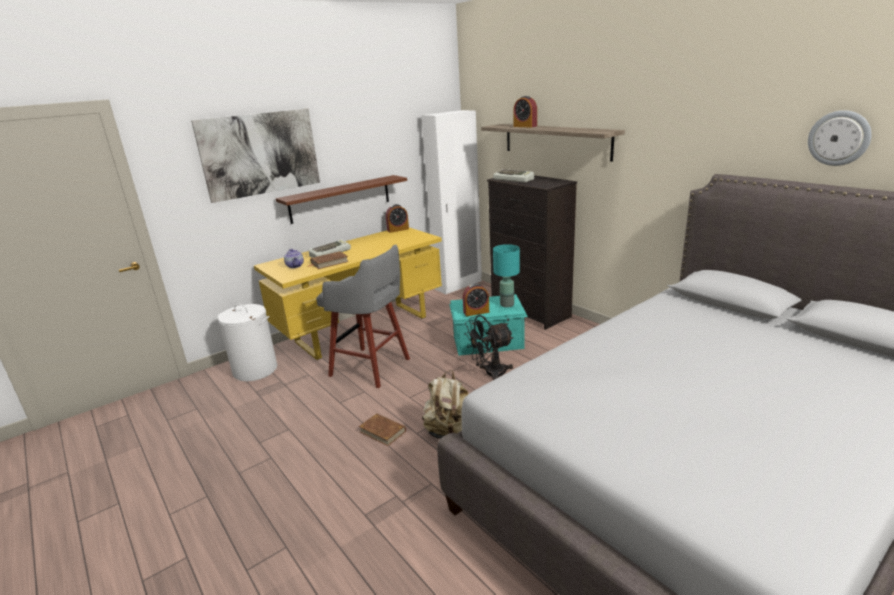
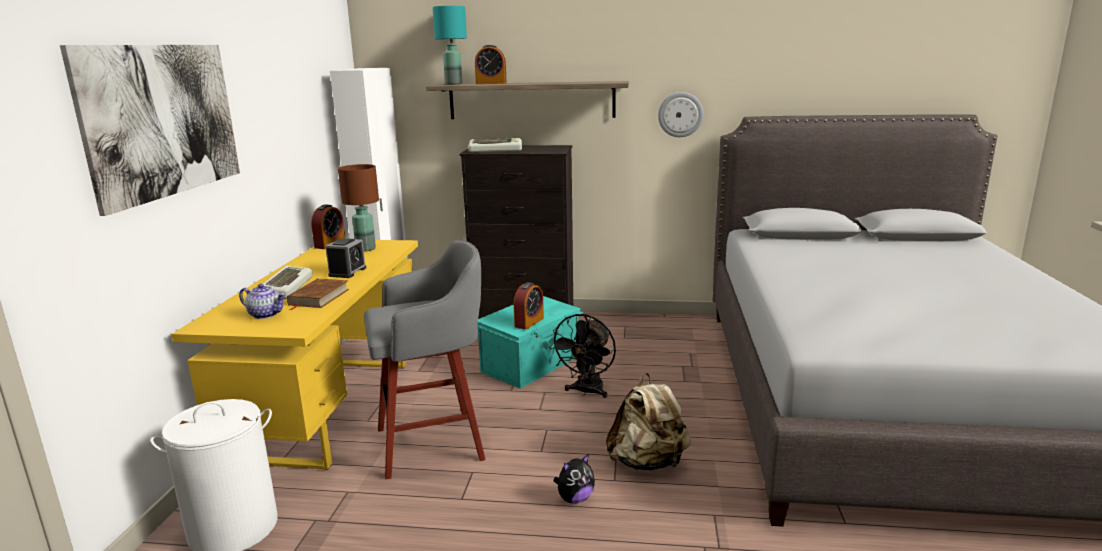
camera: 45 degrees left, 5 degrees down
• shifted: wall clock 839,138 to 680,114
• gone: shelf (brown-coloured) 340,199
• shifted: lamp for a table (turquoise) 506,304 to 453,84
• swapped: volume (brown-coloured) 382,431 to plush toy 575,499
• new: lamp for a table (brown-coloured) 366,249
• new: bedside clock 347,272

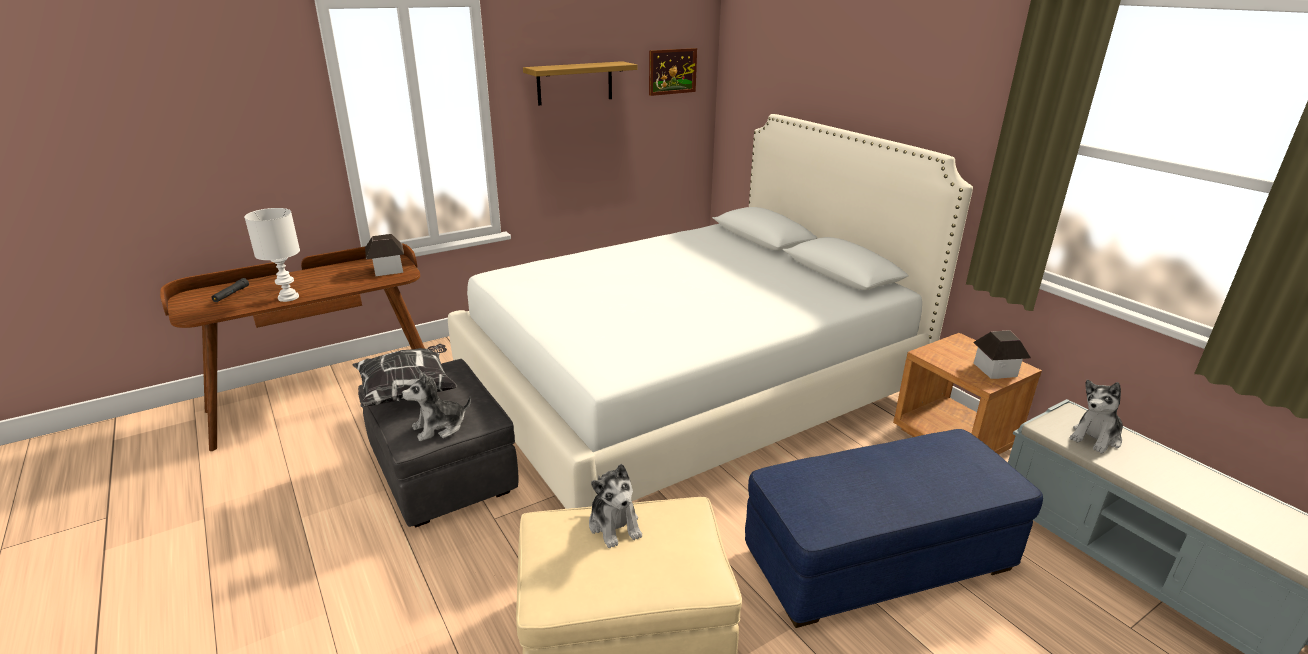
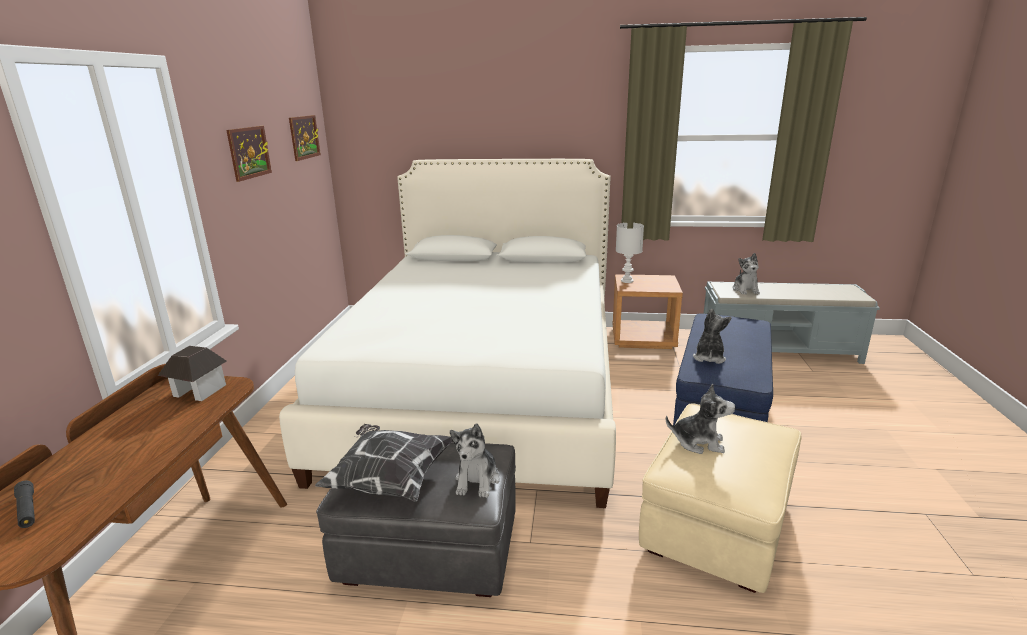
camera: 50 degrees left, 5 degrees down
• swapped: shelf 575,83 to wall art 249,152
• shifted: lamp for a table (white-coloured) 288,298 to 627,281
• gone: model house 996,370
• new: plush toy 708,357

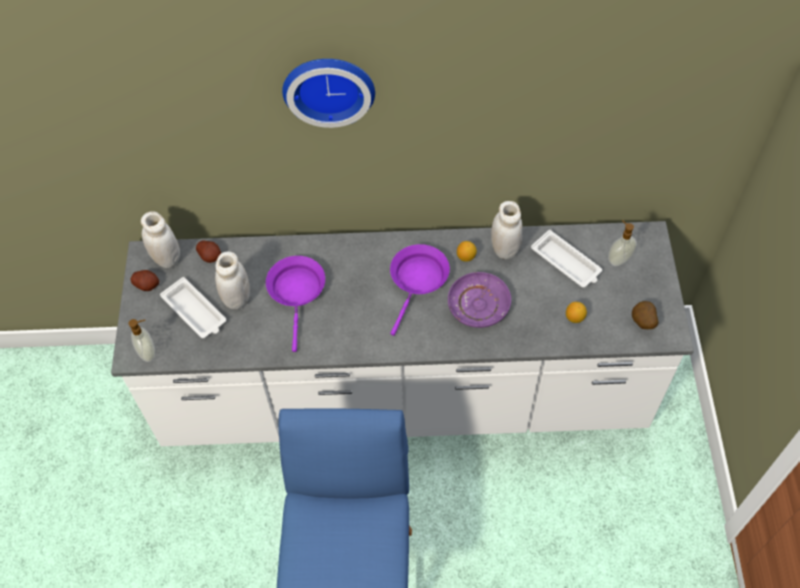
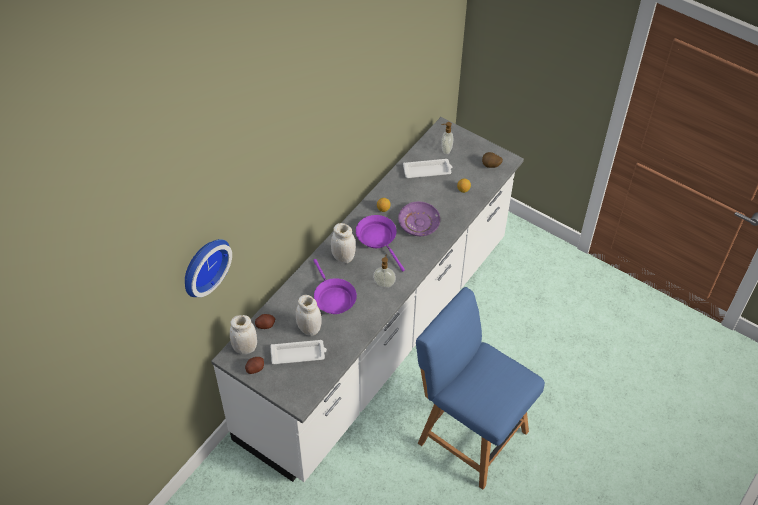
camera: 55 degrees left, 5 degrees down
• shifted: wall clock 328,86 to 203,265
• shifted: preserve jar (white-coloured) 504,249 to 343,257
• rotated: frying pan (purple-coloured) 297,292 = 333,297 150 degrees counterclockwise
• shifted: soap bottle 148,352 to 384,283

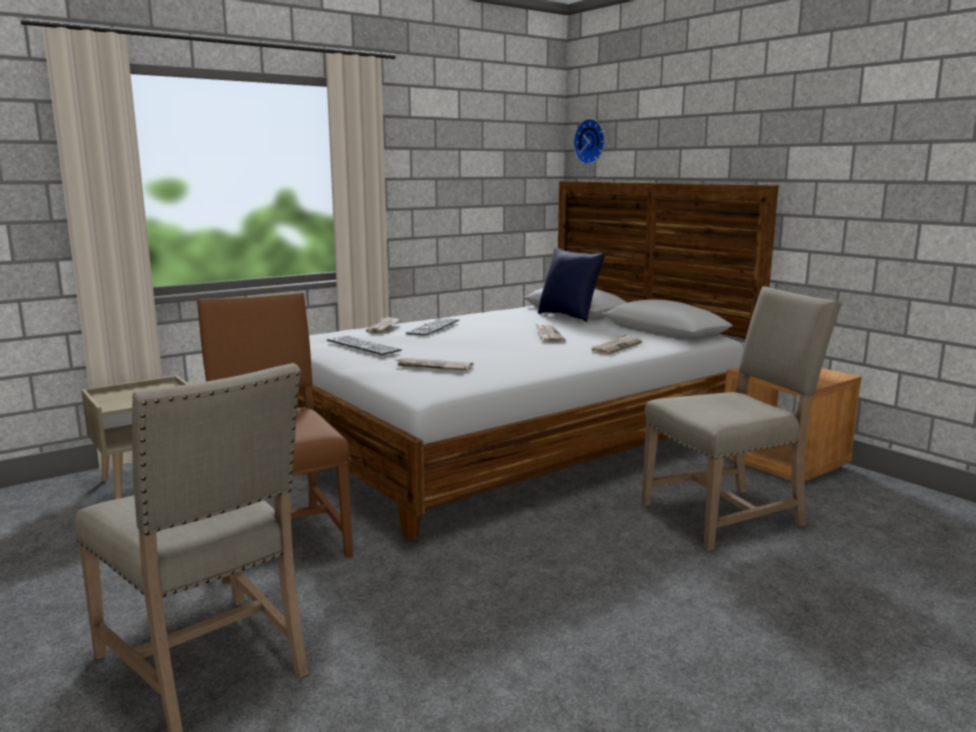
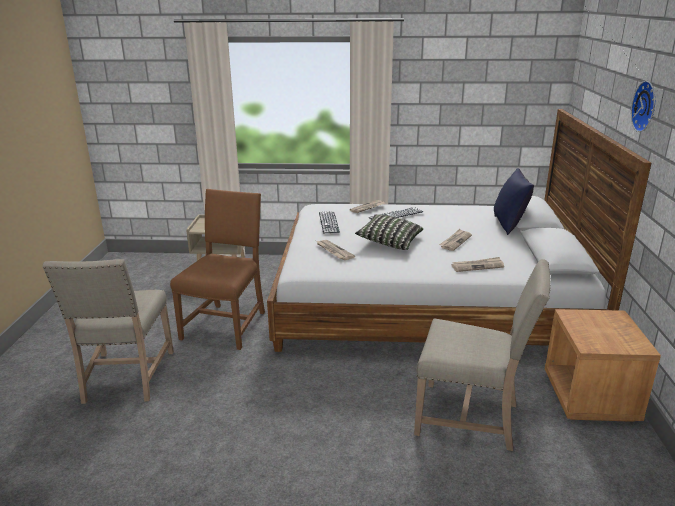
camera: 40 degrees right, 10 degrees up
• shifted: wall clock 591,142 to 646,106
• new: pillow 389,242

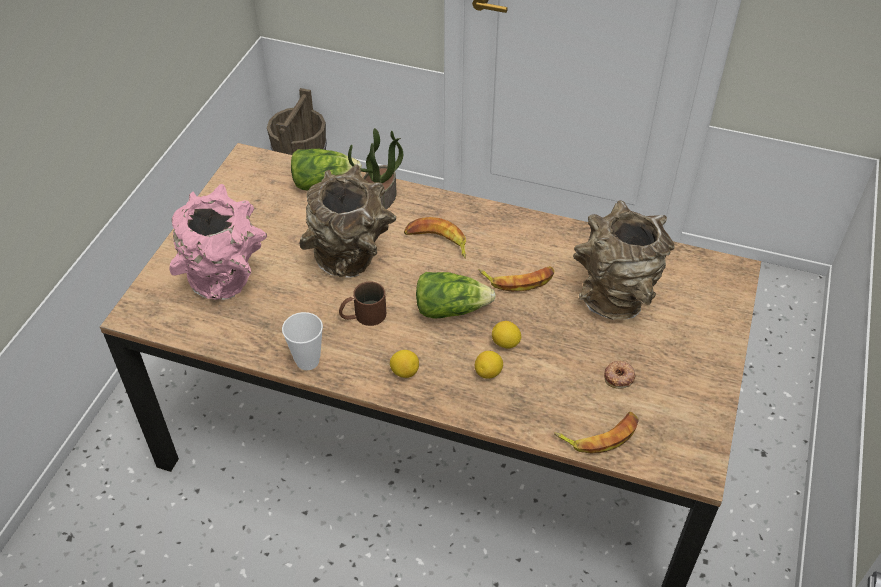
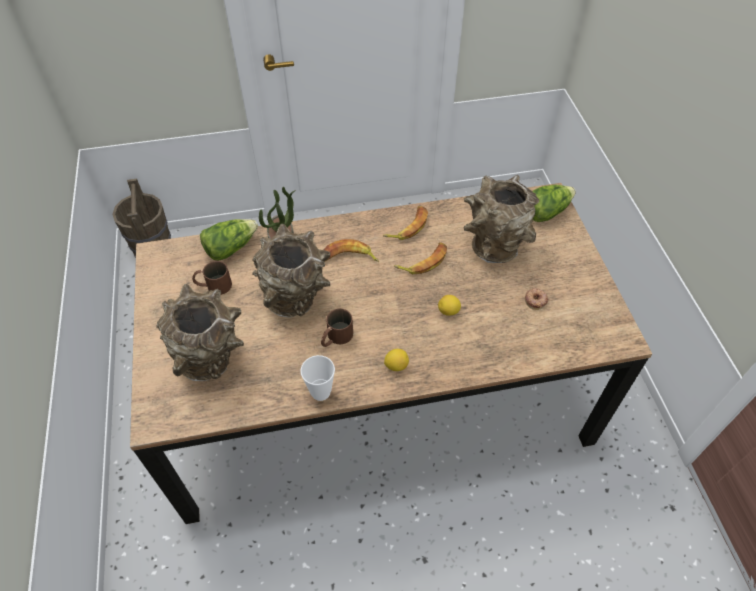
camera: 30 degrees left, 5 degrees up
• repainted: flower vase (pink-coloured) 227,281 to flower vase (brown-coloured) 211,359
• shifted: lettuce head 450,309 to 545,211
• gone: whole lemon 488,373
• shifted: whole banana 600,435 to 408,226
• new: mug (brown-coloured) 213,285

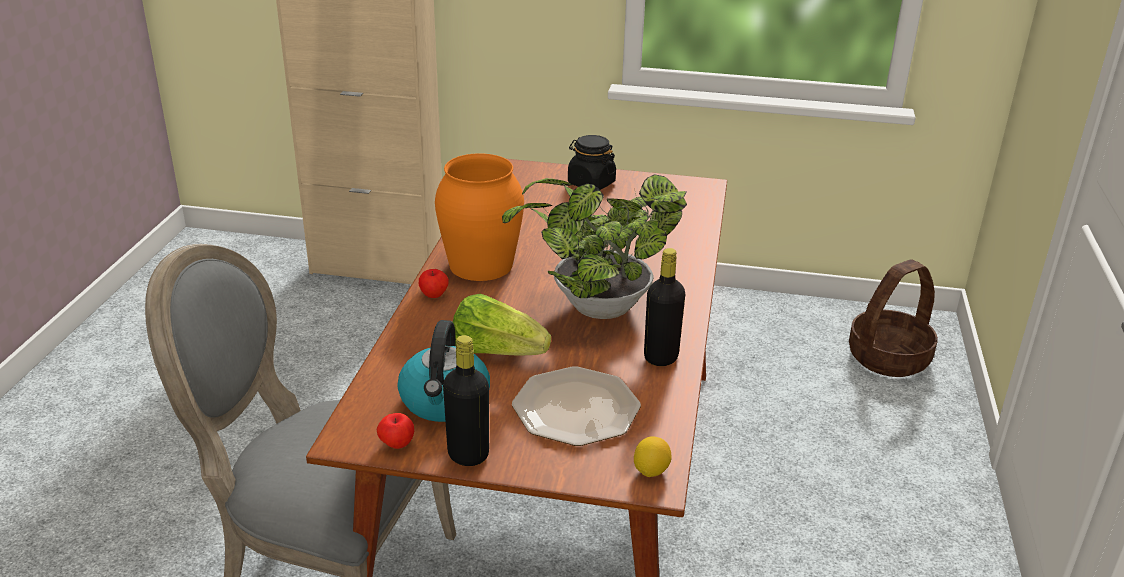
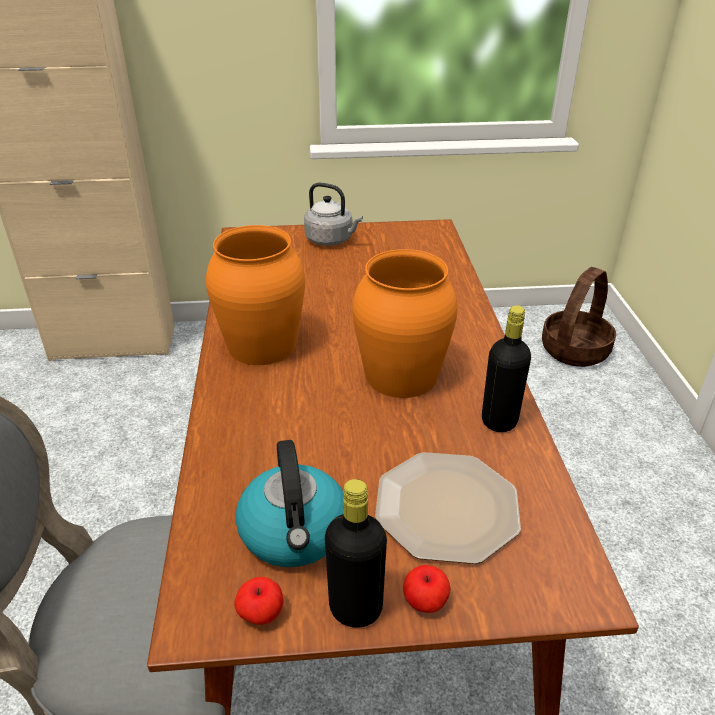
camera: 15 degrees left, 5 degrees up
• swapped: preserve jar (blackish) 591,183 to tea kettle (grey) 331,240
• swapped: plant in a pot 594,308 to flower vase (orange-coloured) 402,375
• shifted: whole apple 434,295 to 425,602
• gone: lettuce head 496,351
• gone: whole lemon 651,471

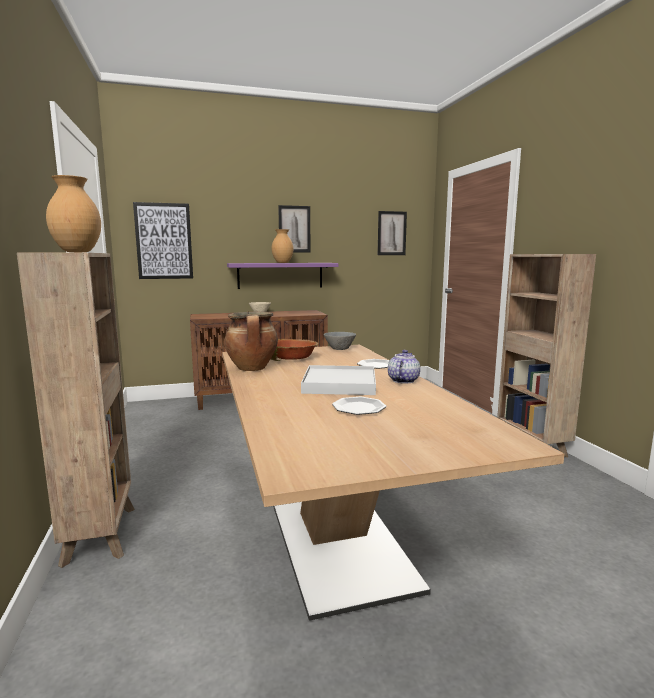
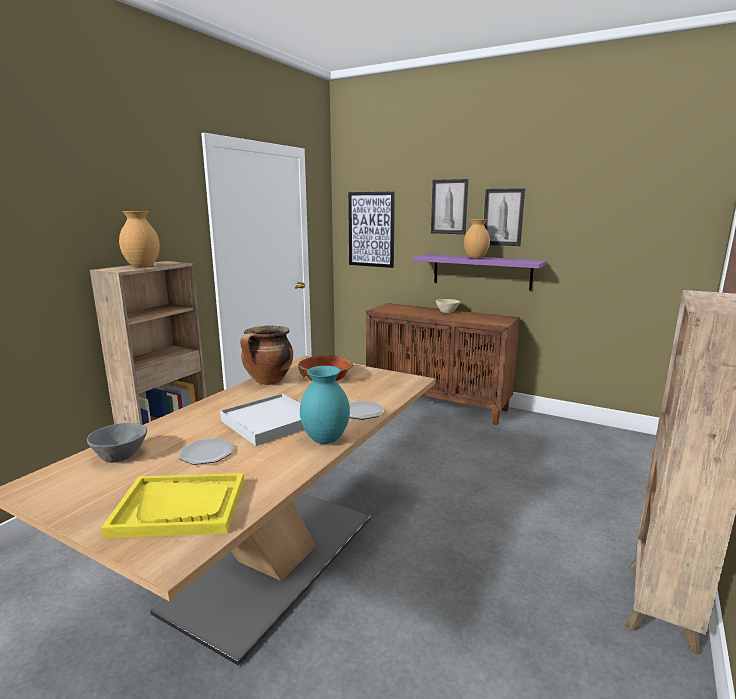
camera: 45 degrees right, 5 degrees up
• shifted: wall art 391,233 to 449,207
• shifted: deep dish (grey) 340,348 to 122,456
• swapped: pot for tea 402,380 to flower vase (turquoise) 324,439
• new: serving tray (yellow-coloured) 180,507

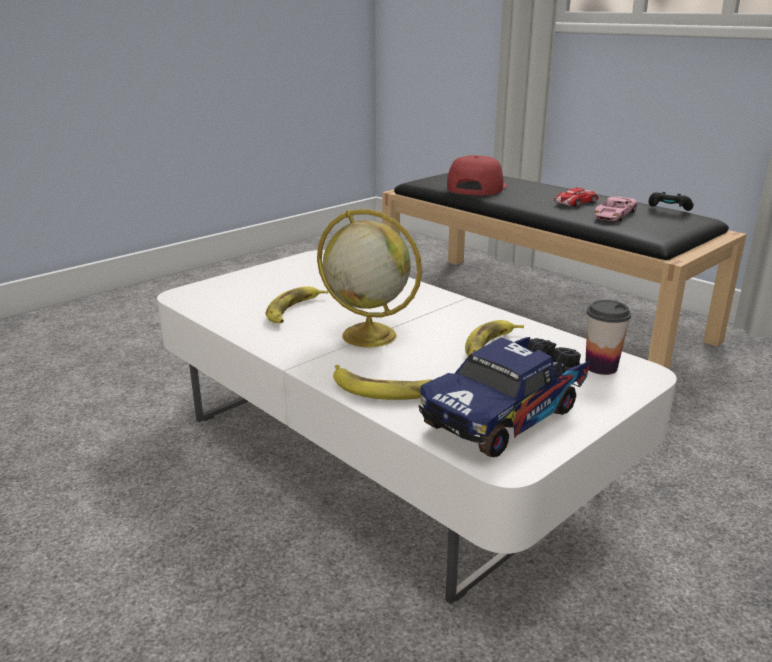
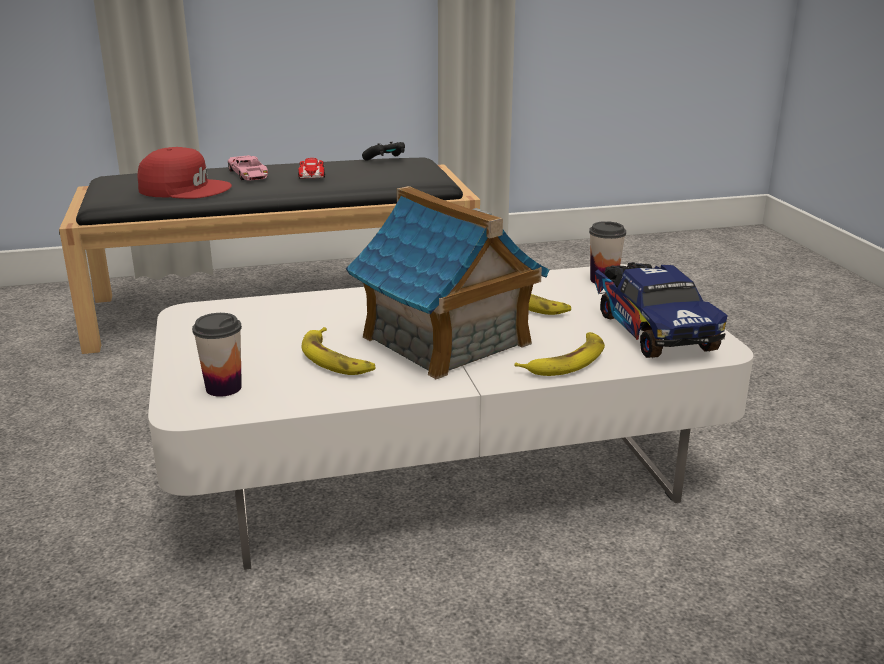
camera: 60 degrees left, 0 degrees up
• rotated: baseball cap (reddish) 475,187 = 185,188 135 degrees clockwise
• shifted: model car (pink-coloured) 614,215 to 249,174
• swapped: world globe 367,335 to model house 446,341
• new: small cup 223,388

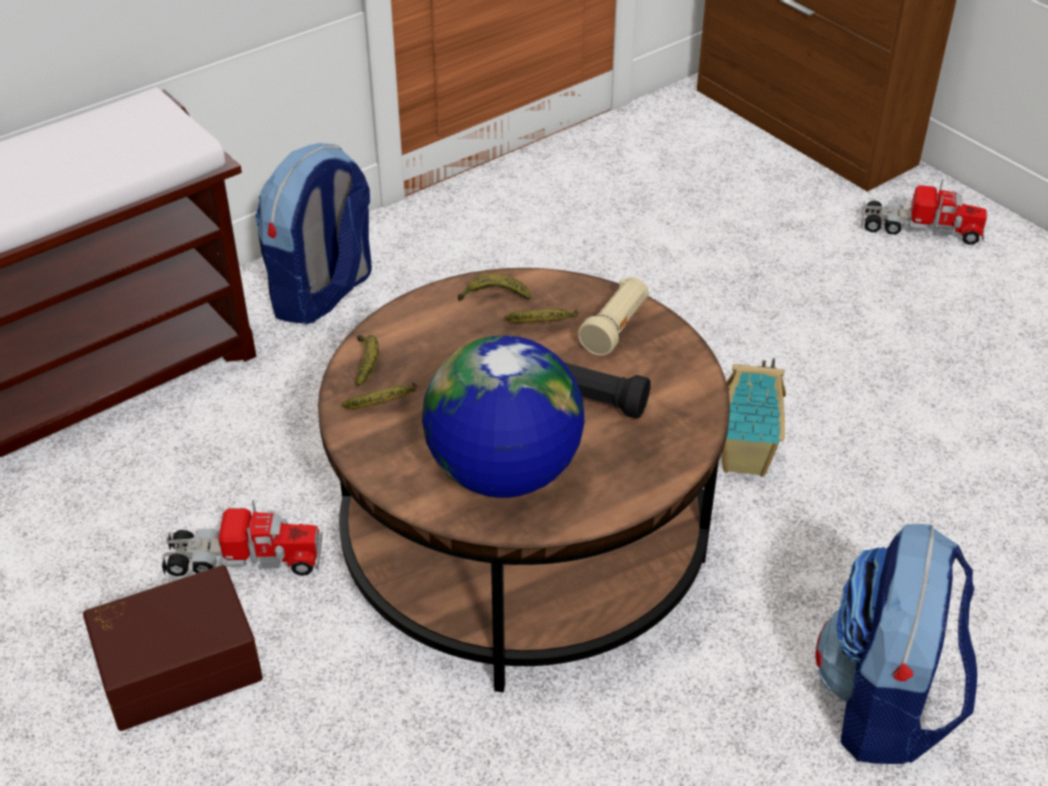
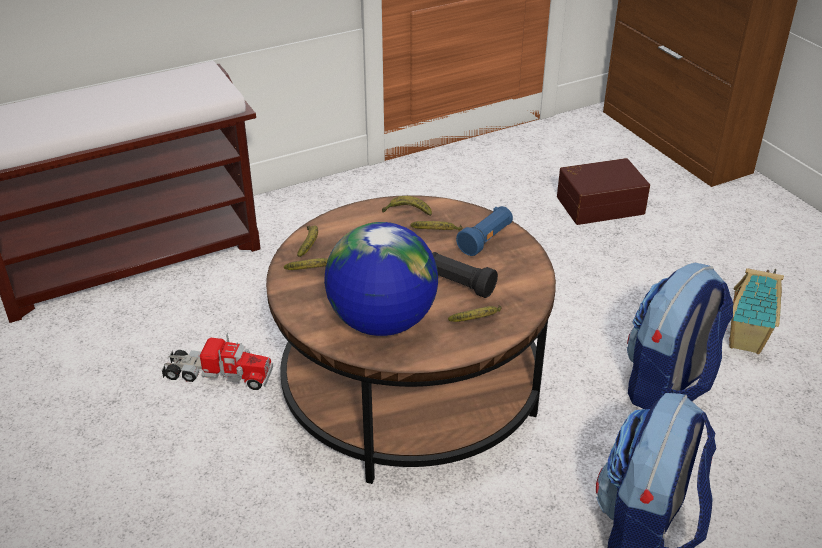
camera: 10 degrees right, 5 degrees down
• shifted: backpack 323,294 to 668,385
• gone: model truck 920,229
• repainted: flashlight (beige) 615,328 to flashlight (blue) 486,240
• shifted: model house 746,461 to 746,342
• shifted: storage bin (brown-coloured) 177,663 to 599,204
• new: whole banana 477,320

